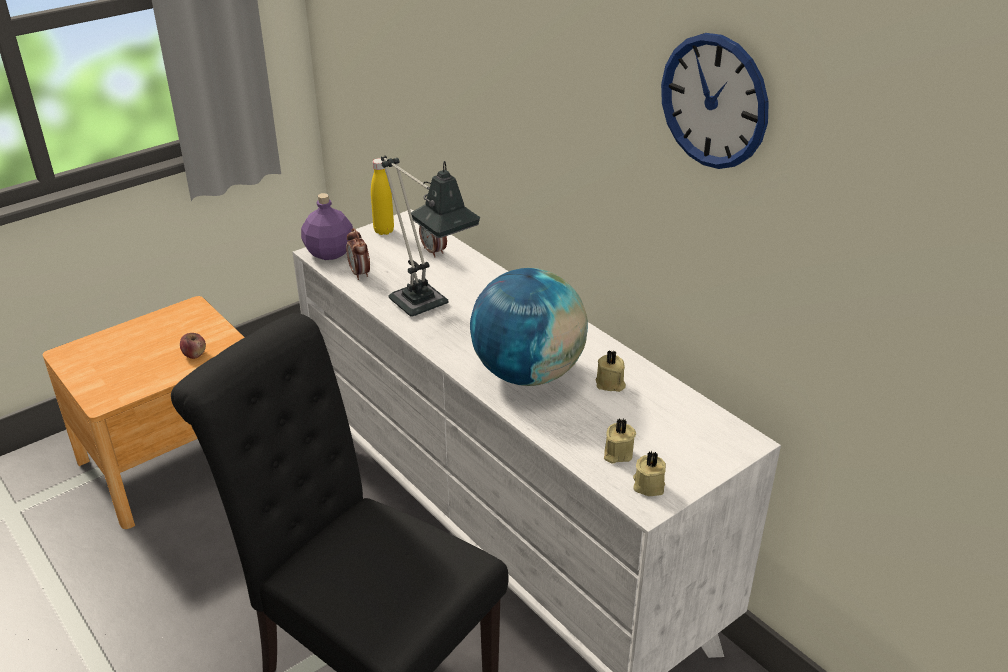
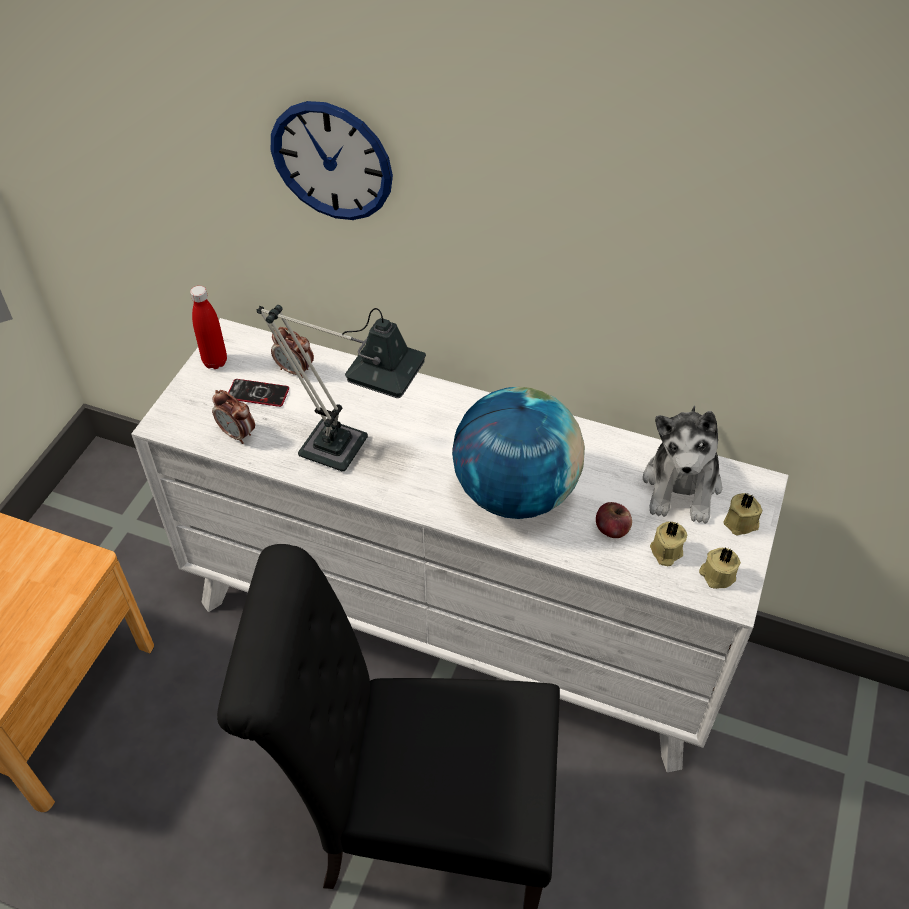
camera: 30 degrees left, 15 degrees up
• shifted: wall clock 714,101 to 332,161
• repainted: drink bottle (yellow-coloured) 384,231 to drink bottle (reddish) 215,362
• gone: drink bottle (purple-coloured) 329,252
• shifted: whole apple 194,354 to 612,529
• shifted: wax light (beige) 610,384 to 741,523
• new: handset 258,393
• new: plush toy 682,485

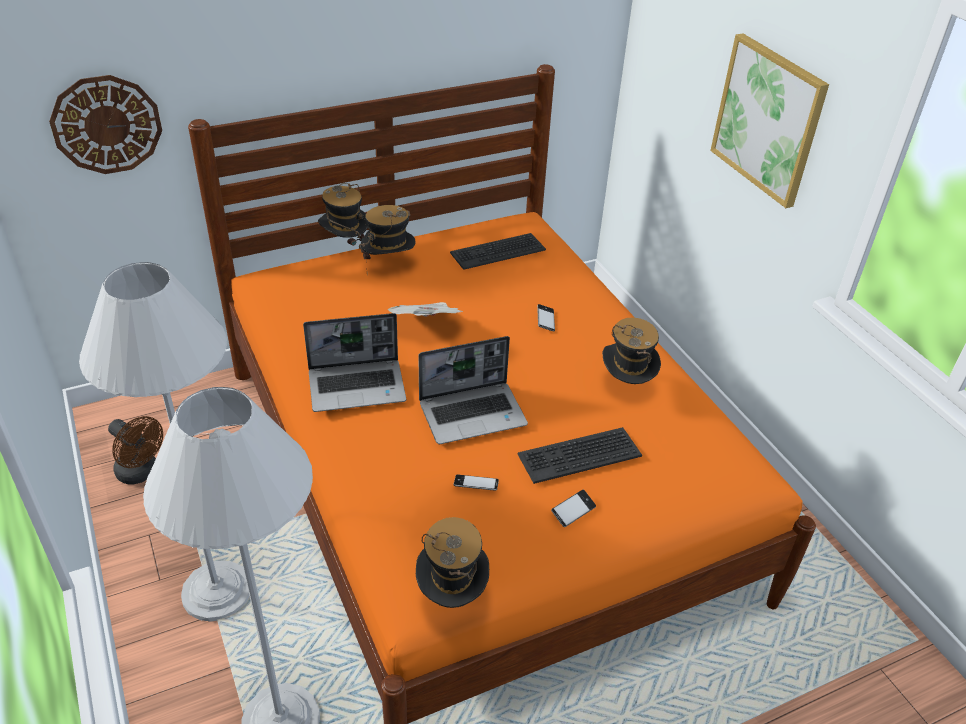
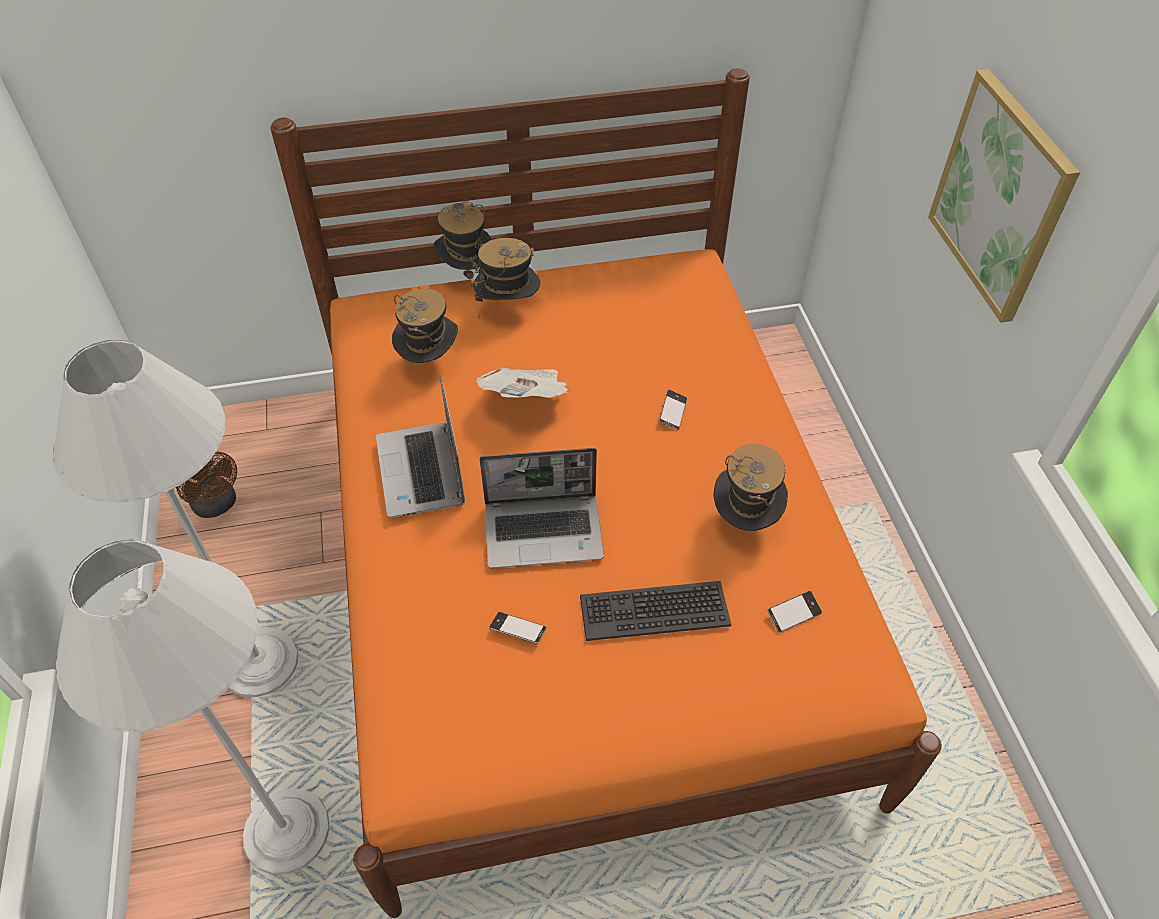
camera: 15 degrees right, 10 degrees up
• gone: wall clock 107,125
• gone: keyboard 497,251
• rotated: notebook computer 358,386 = 422,472 75 degrees clockwise
• shifted: handset 573,511 to 793,614
• shifted: wearable hat 452,596 to 429,362

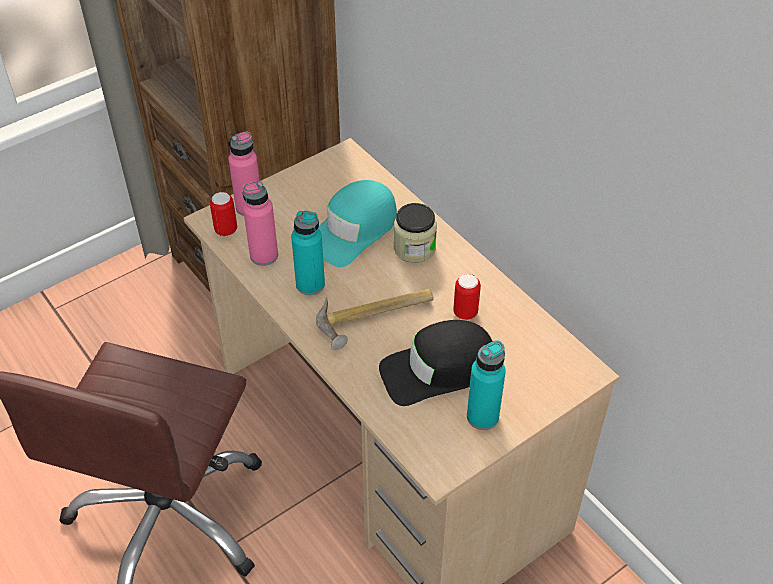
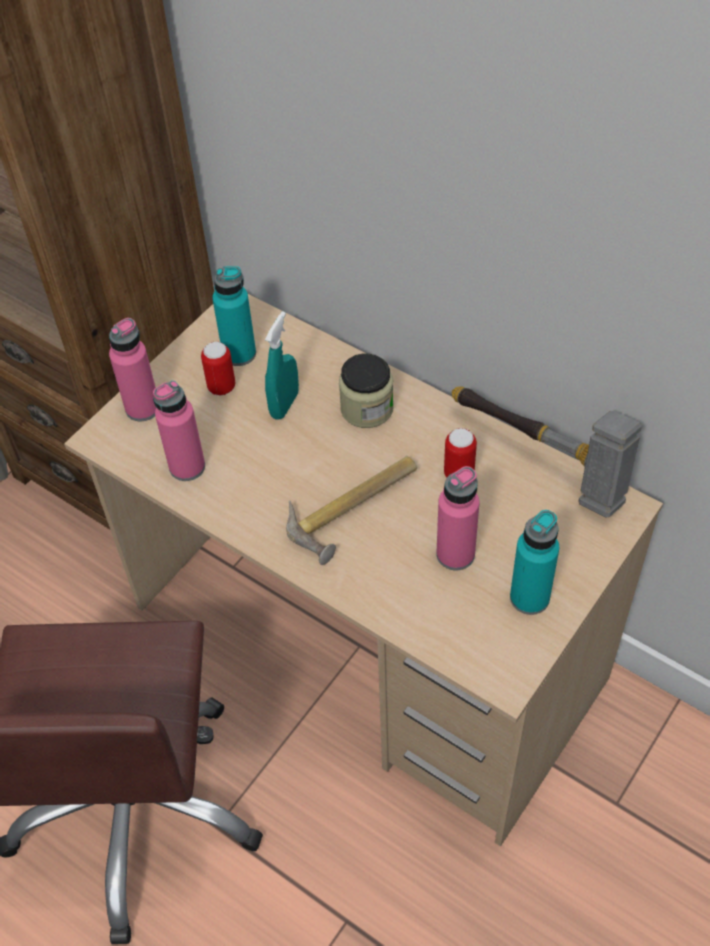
camera: 15 degrees left, 5 degrees up
• swapped: baseball cap (turquoise) 353,230 to spray bottle (turquoise) 284,405
• shifted: can 226,230 to 221,387
• shifted: drink bottle (turquoise) 310,284 to 239,354
• swapped: baseball cap (blackish) 438,370 to drink bottle (pink-coloured) 455,554
• new: tool hammer 541,461

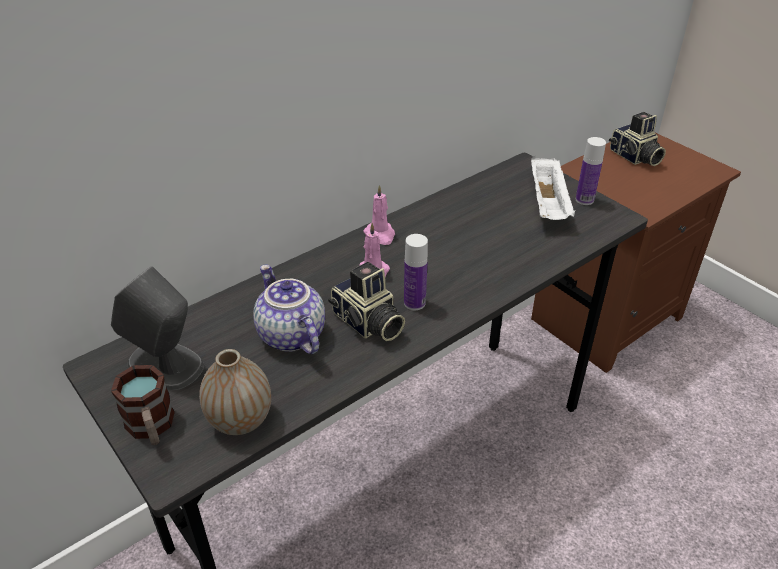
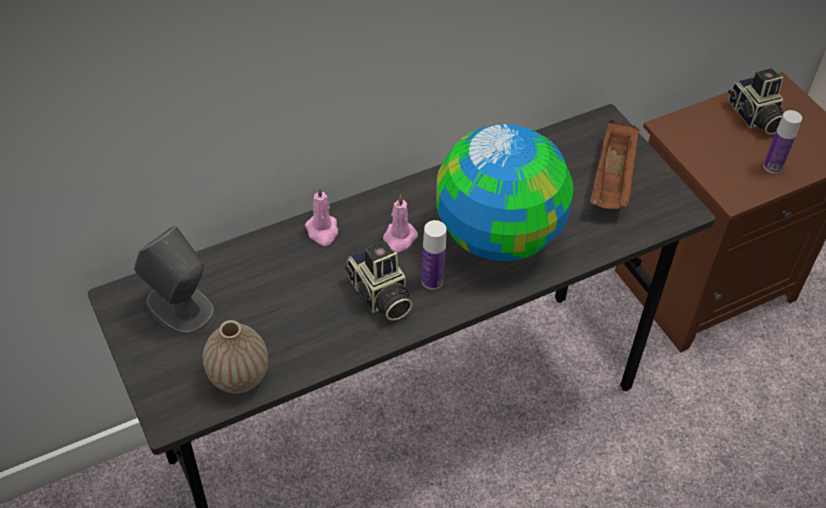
camera: 10 degrees right, 10 degrees up
• shifted: drink bottle 584,200 to 773,166
• repainted: serving tray (white-coloured) 548,204 to serving tray (brown-coloured) 612,181
• shifted: wax light (pink-coloured) 380,235 to 322,231
• gone: pot for tea 289,335
• gone: mug 152,428
• new: world globe 499,235

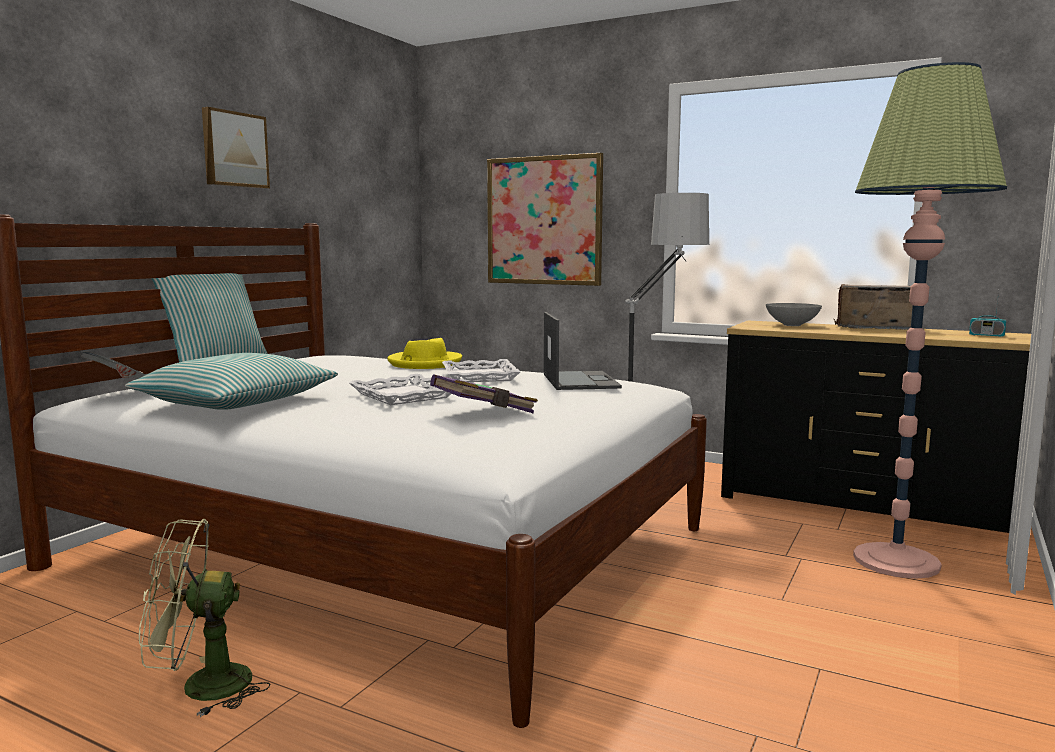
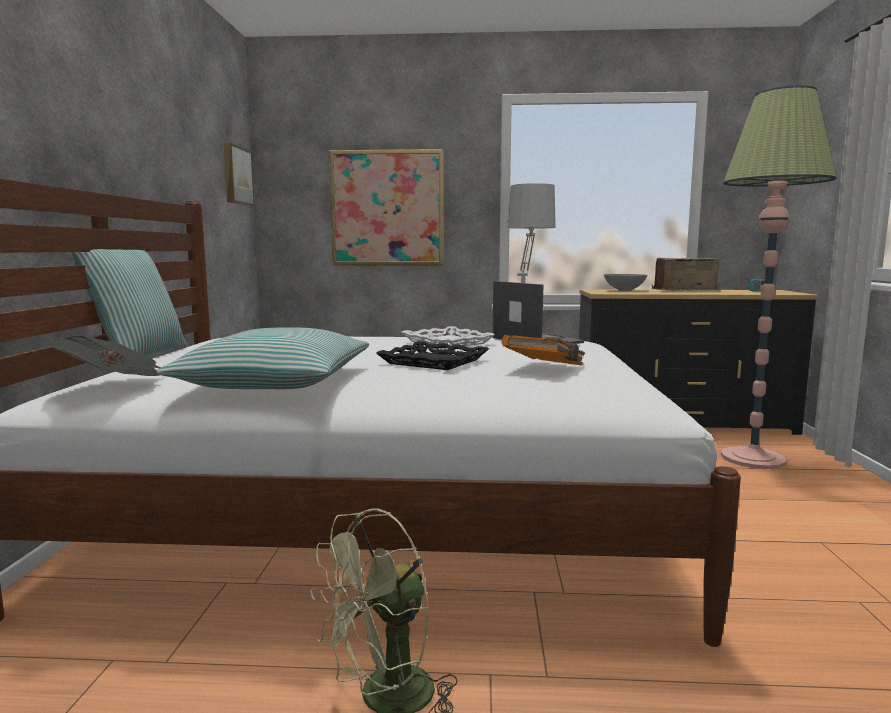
camera: 25 degrees left, 0 degrees up
• shifted: wall art 234,149 to 236,176
• gone: wearable hat (yellow-coloured) 424,363
• repainted: serving tray (white-coloured) 402,396 to serving tray (blackish) 433,362
• repainted: volume (purple-coloured) 485,413 to volume (orange-coloured) 546,369

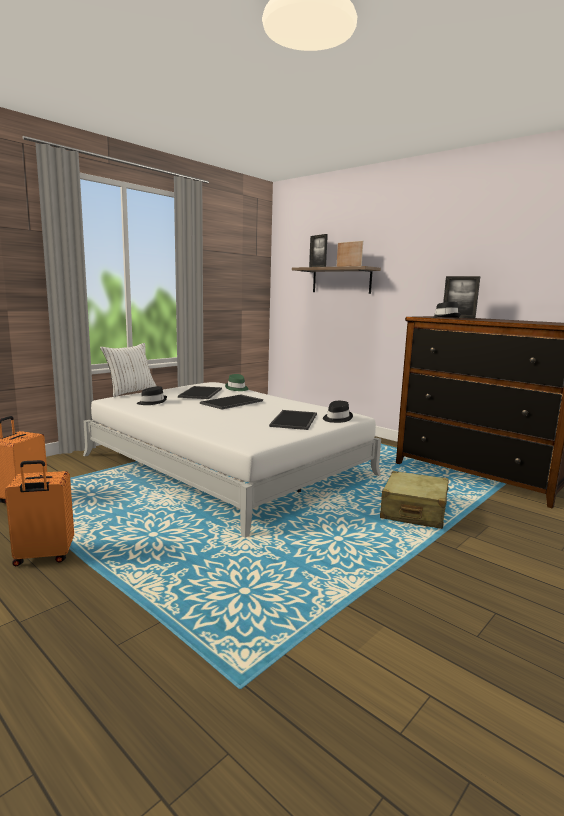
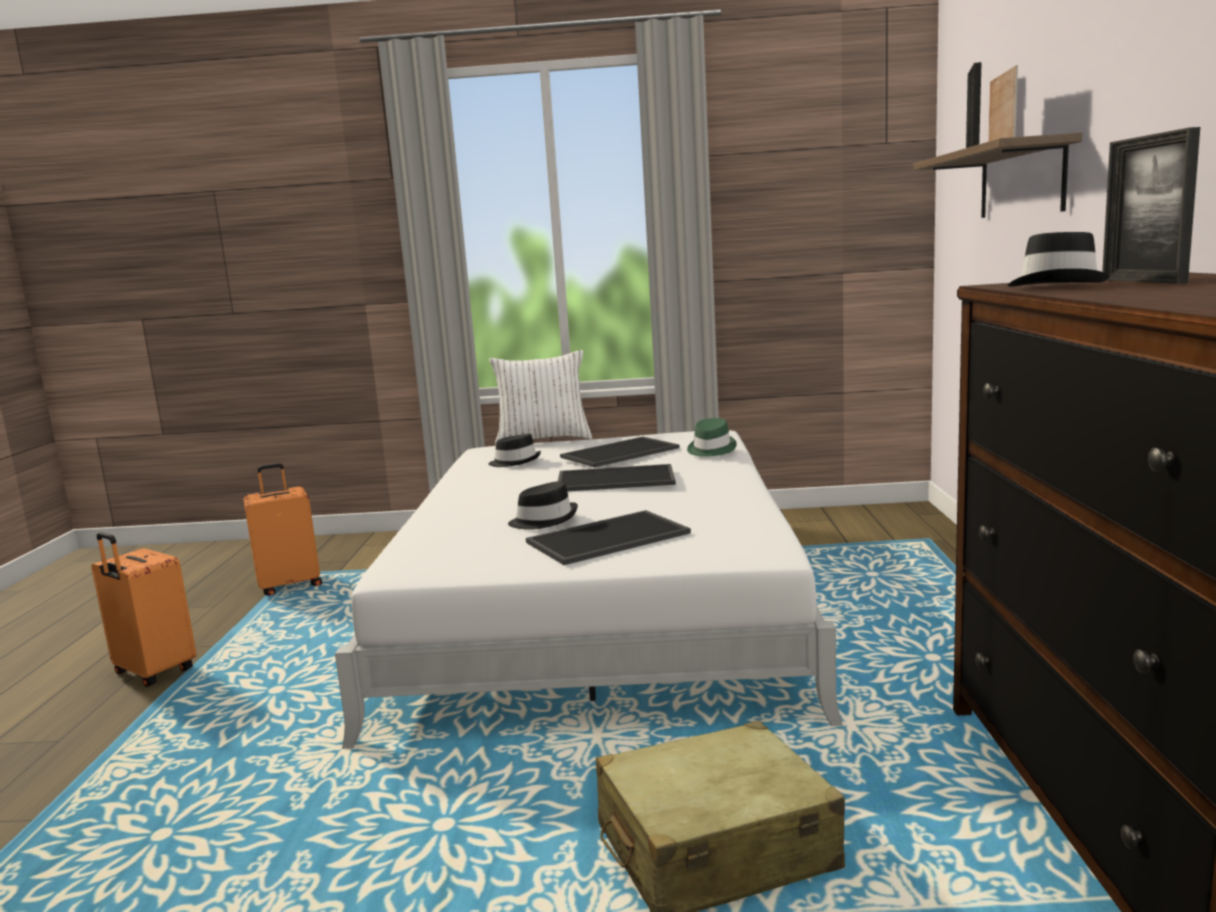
camera: 50 degrees right, 0 degrees up
• shifted: wearable hat (blackish) 336,418 to 544,520

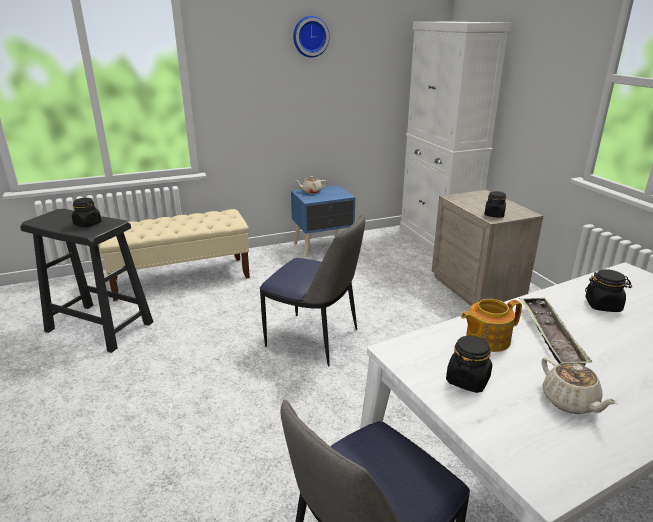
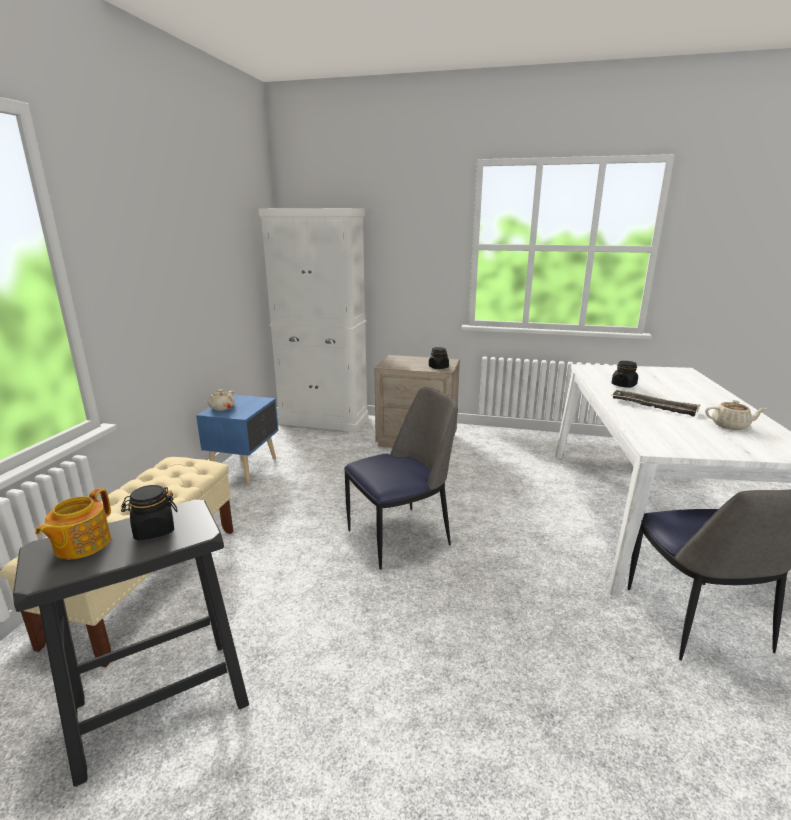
camera: 55 degrees left, 5 degrees down
• gone: wall clock 310,36
• shifted: pot for tea 486,339 to 81,545
• gone: preserve jar (blackish) 467,380

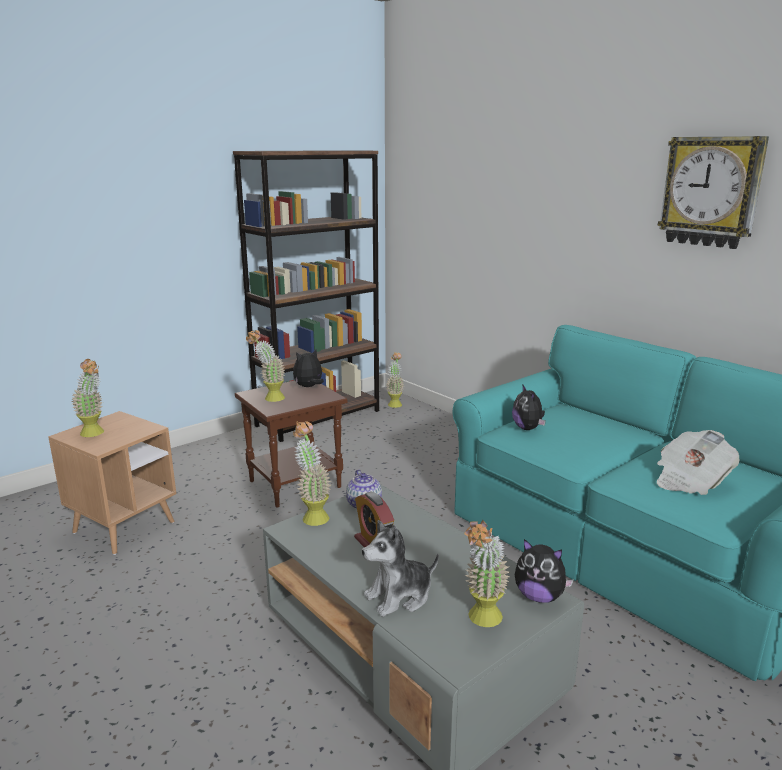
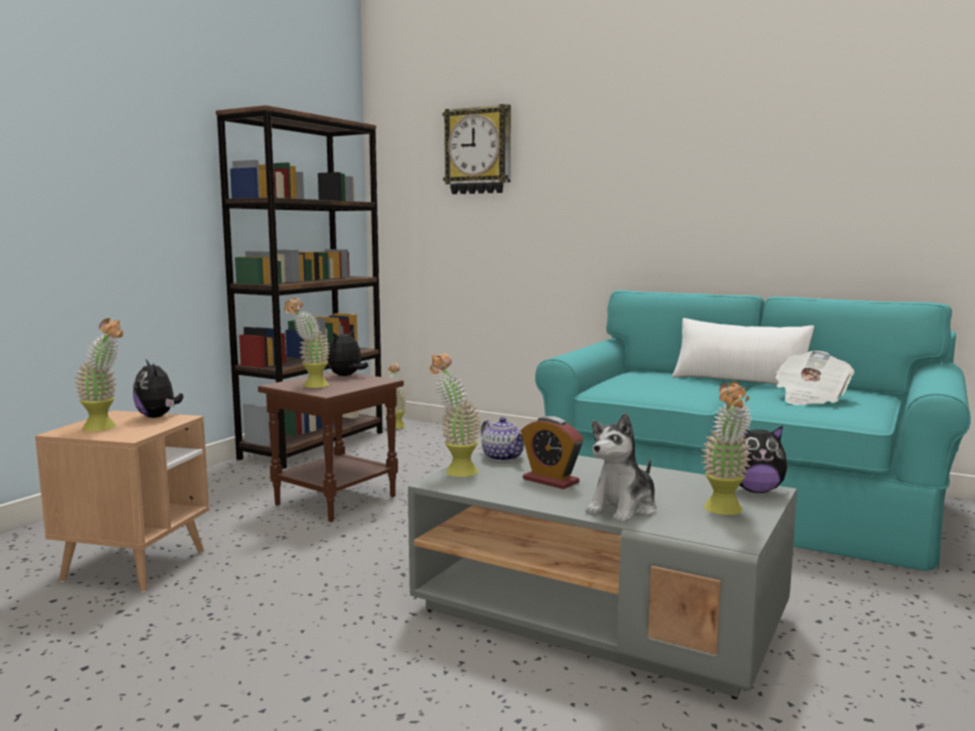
camera: 20 degrees left, 10 degrees down
• shifted: wall clock 711,192 to 478,151
• shifted: plush toy 528,428 to 158,417
• new: pillow (white-coloured) 739,381

